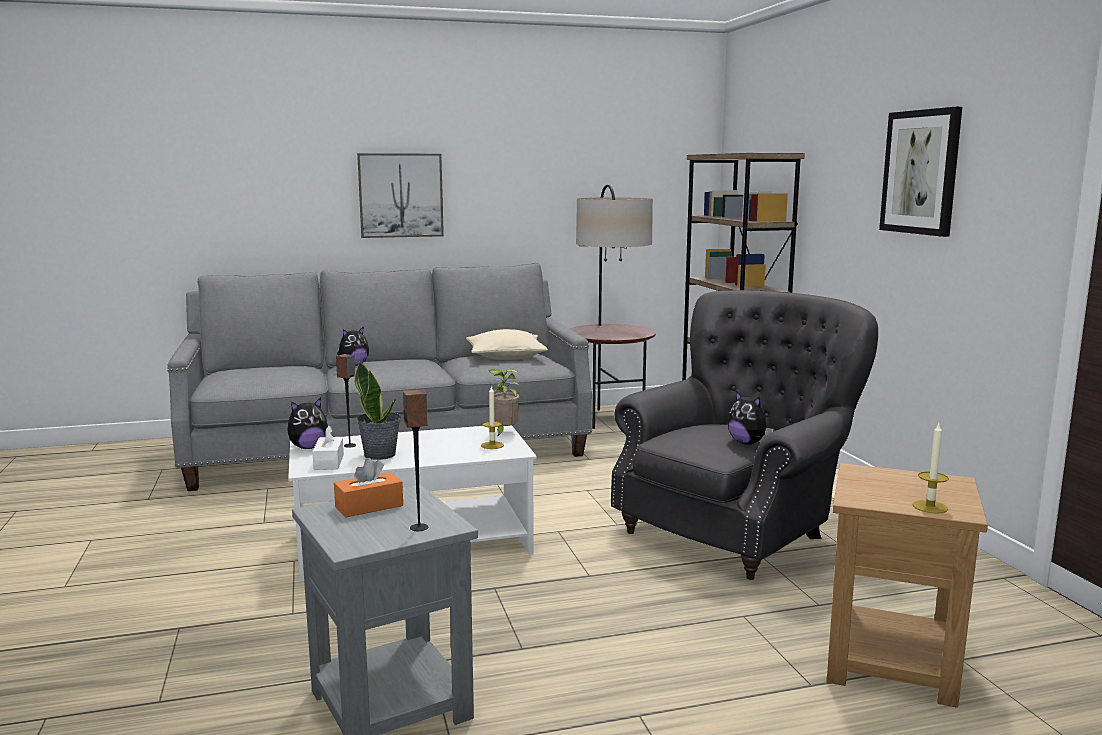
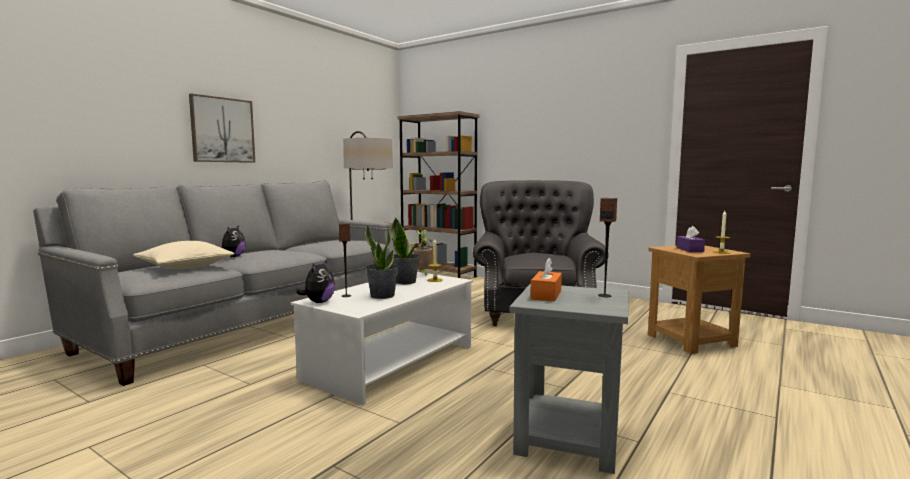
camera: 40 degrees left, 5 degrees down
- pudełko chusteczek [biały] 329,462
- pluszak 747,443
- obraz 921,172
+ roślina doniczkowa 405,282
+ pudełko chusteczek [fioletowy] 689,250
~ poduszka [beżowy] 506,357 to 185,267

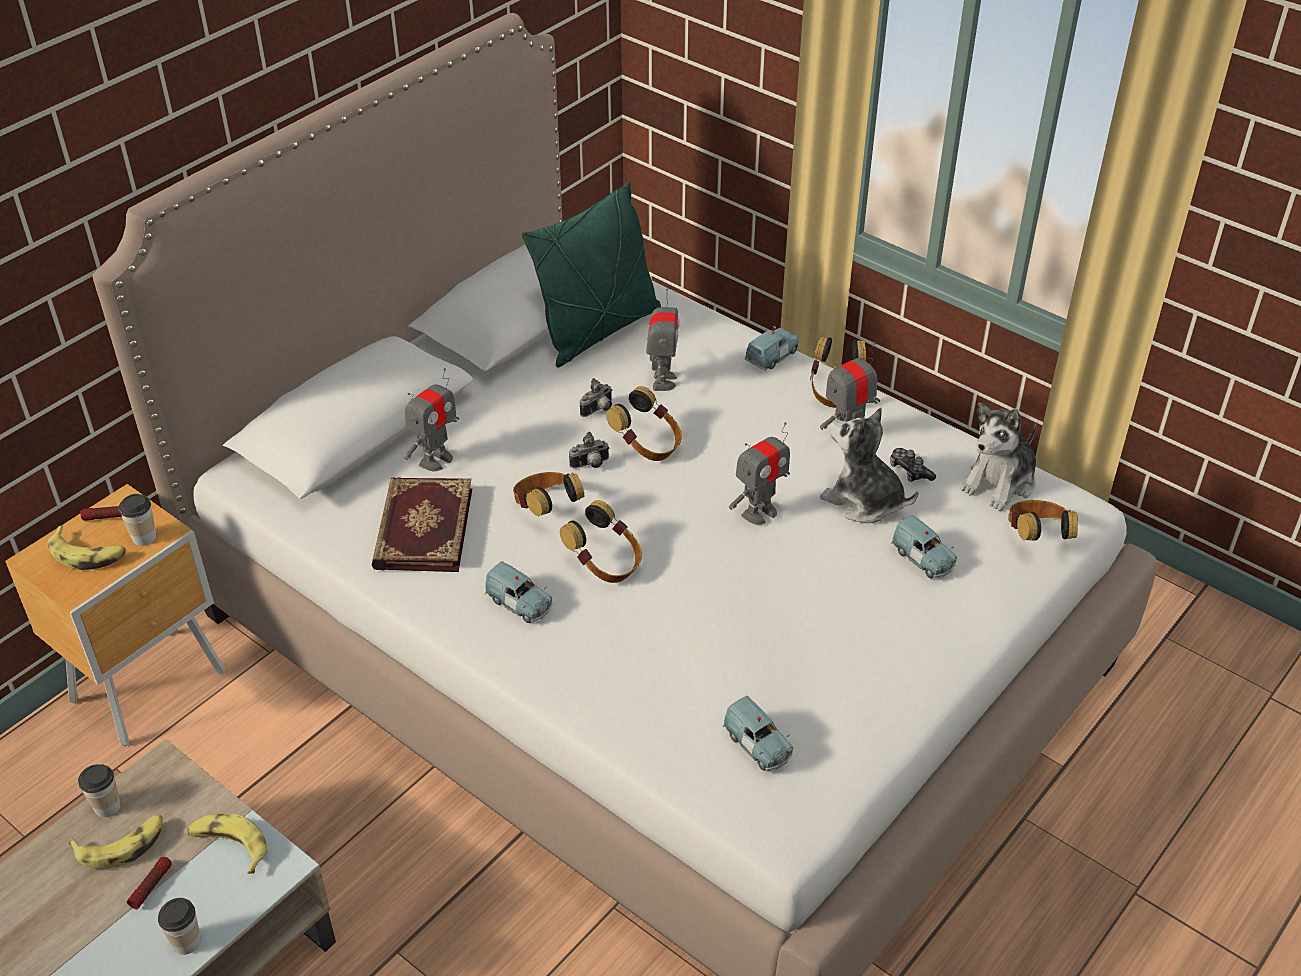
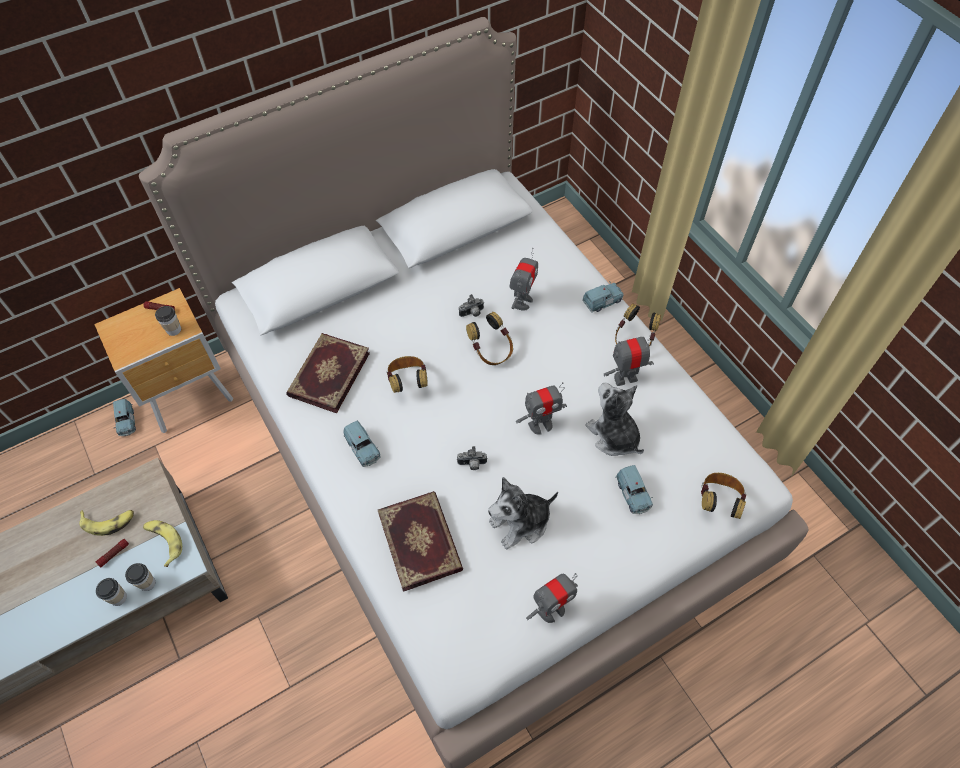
camera: 20 degrees right, 15 degrees up
- banan 88,554
- poduszka [zielony] 598,330
- słuchawki 605,564
- pad do gier 909,471
+ książka 421,541
~ filiżanka 107,807 to 147,583
~ robot zabawkowy 436,460 to 551,609
~ aparat fotograficzny 590,465 to 472,464
~ samochodzik [niebieski] 758,745 to 126,422
~ pluszak 1000,482 to 521,523

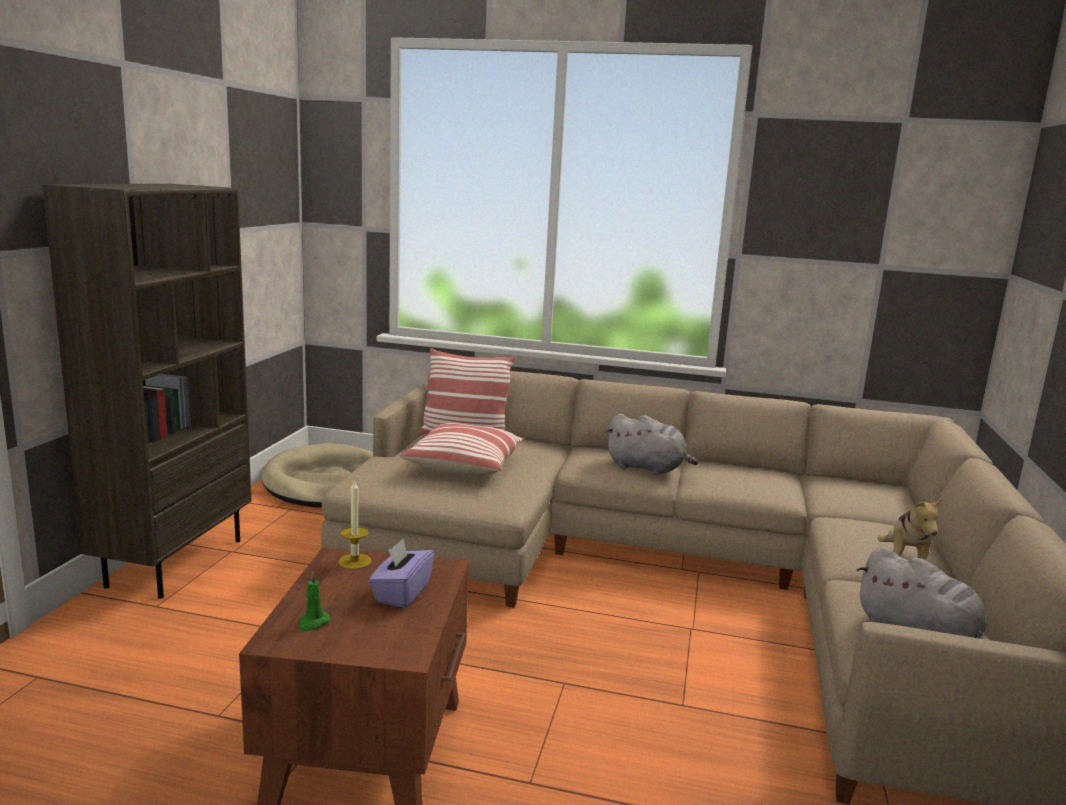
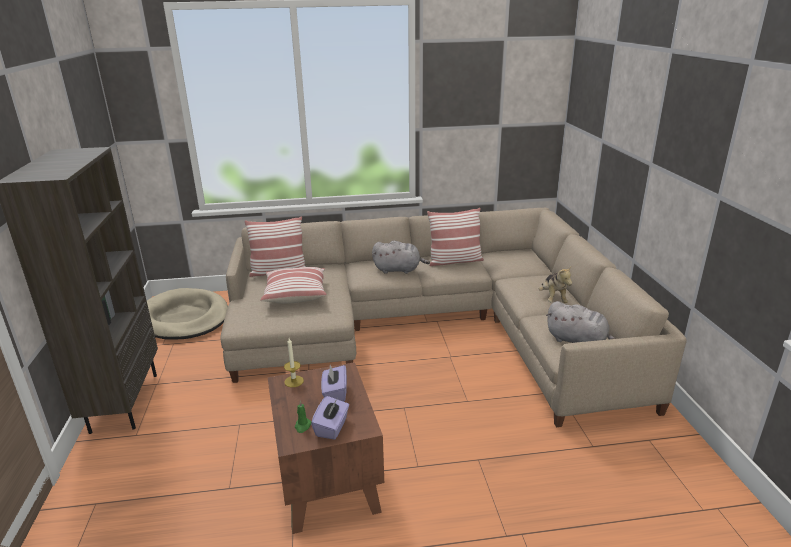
camera: 20 degrees left, 10 degrees up
+ pudełko chusteczek [fioletowy] 332,427
+ poduszka 455,261

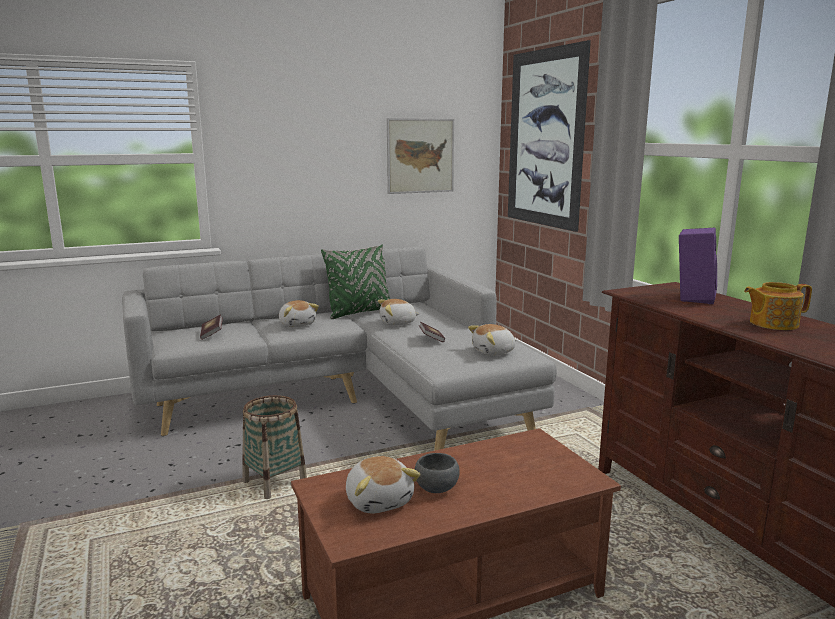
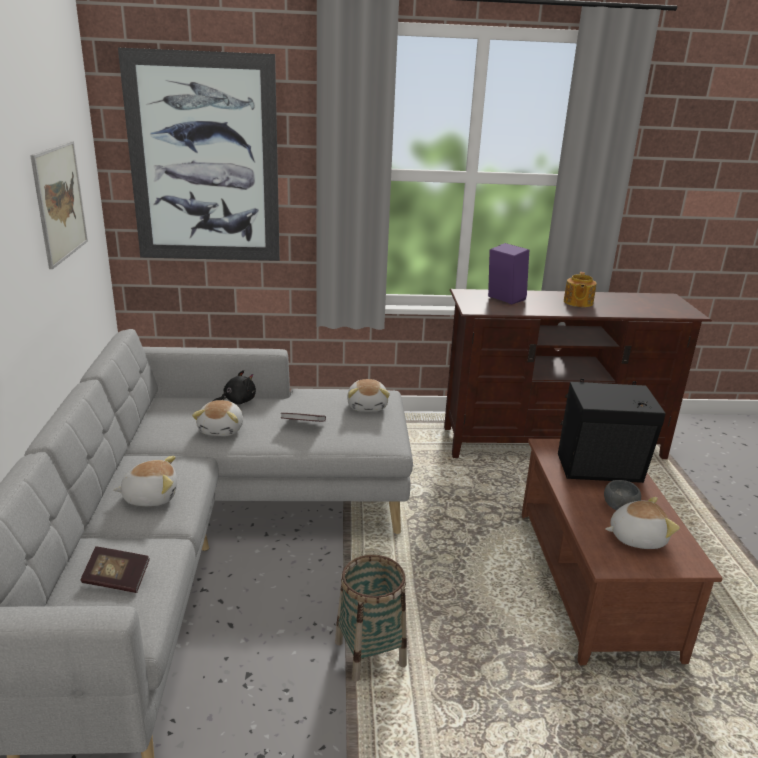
camera: 70 degrees left, 10 degrees up
- poduszka [zielony] 359,312
+ pluszak [czarny] 237,401
+ głośnik [czarny] 602,470

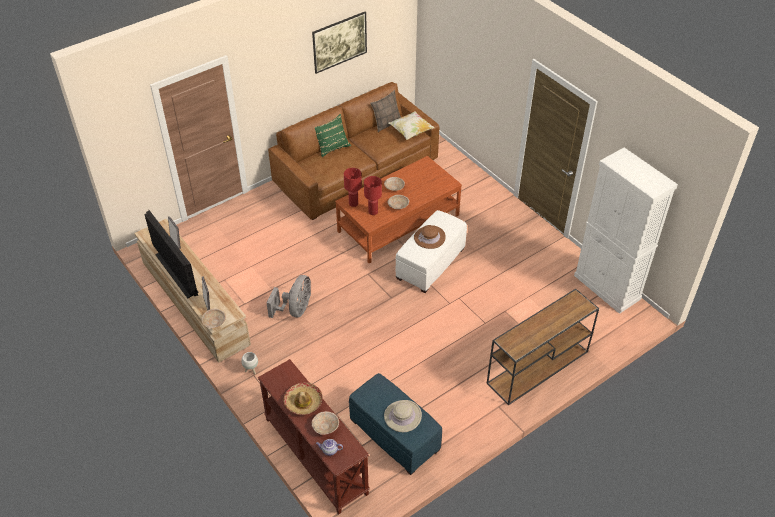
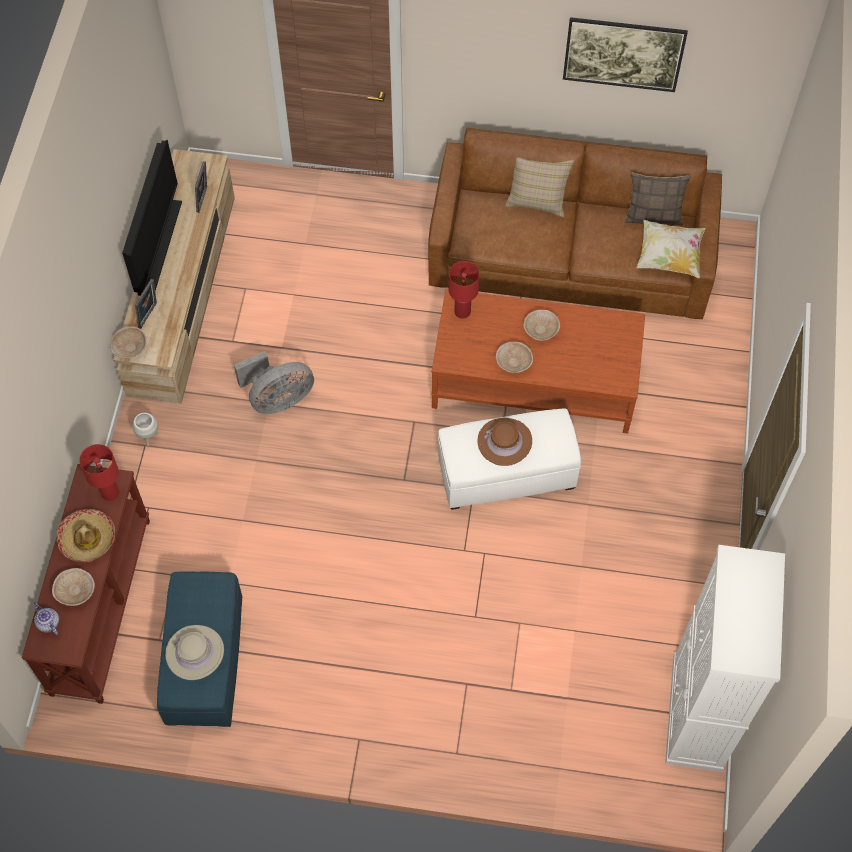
camera: 45 degrees right, 15 degrees up
- stolik konsolowy [brązowy] 537,368
~ lampa stołowa [czerwony] 373,212 to 110,493
~ poduszka [zielony] 332,147 to poduszka [beżowy] 537,199

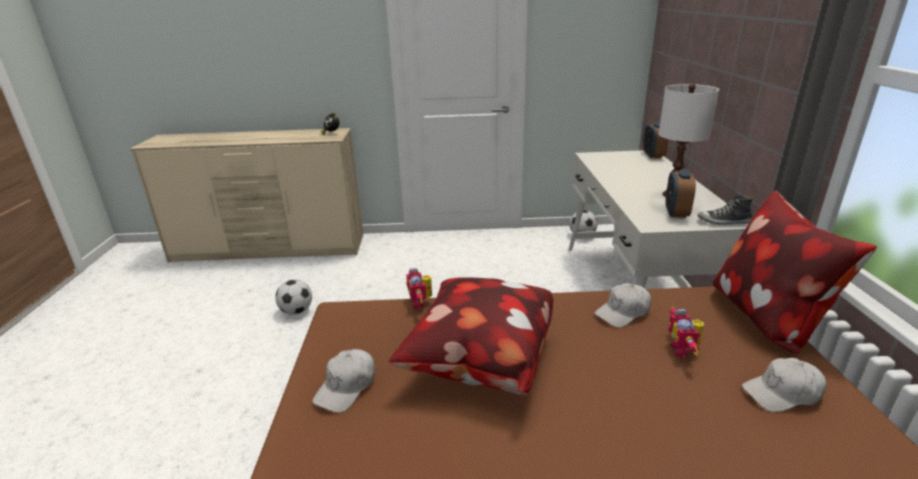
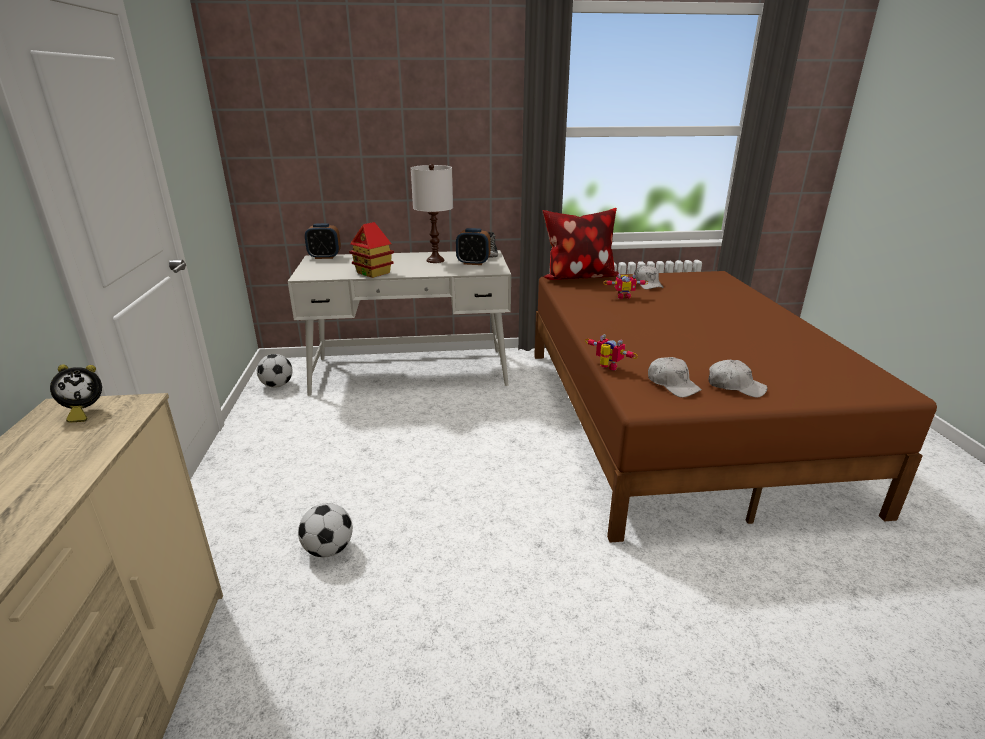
camera: 95 degrees left, 0 degrees up
- poduszka 478,363
+ domek 373,273
~ piłka futbolowa 296,311 to 329,549
~ czapka z daszkiem [biały] 623,312 to 672,384
~ robot zabawkowy 421,303 = 606,368 120 degrees counterclockwise

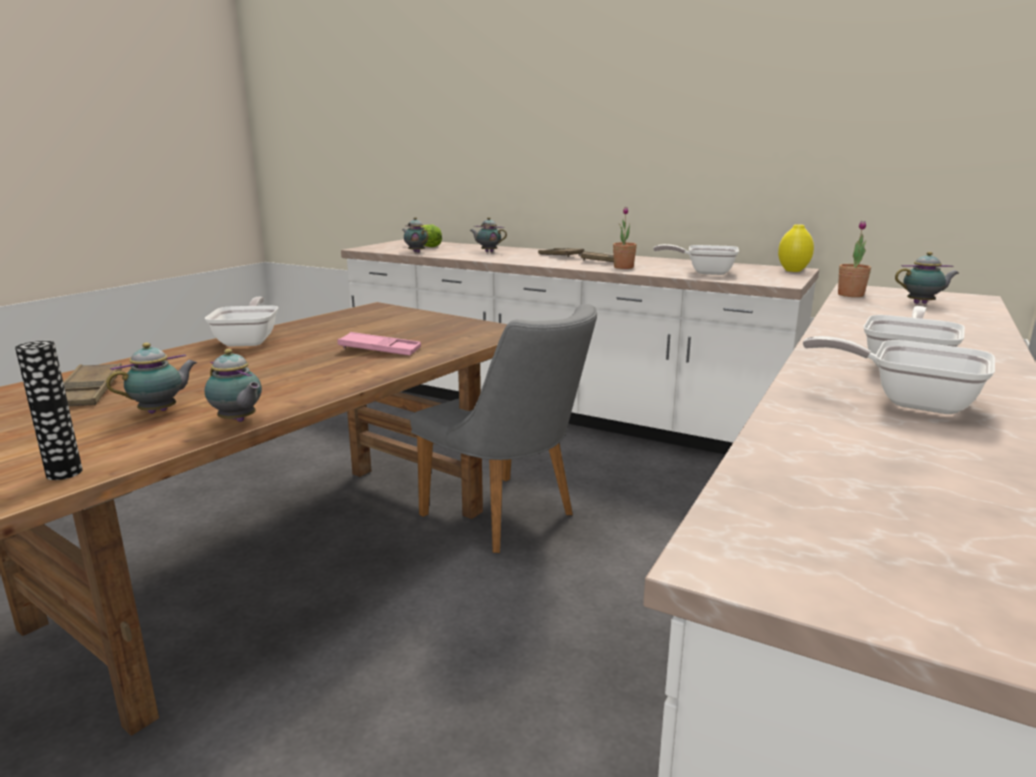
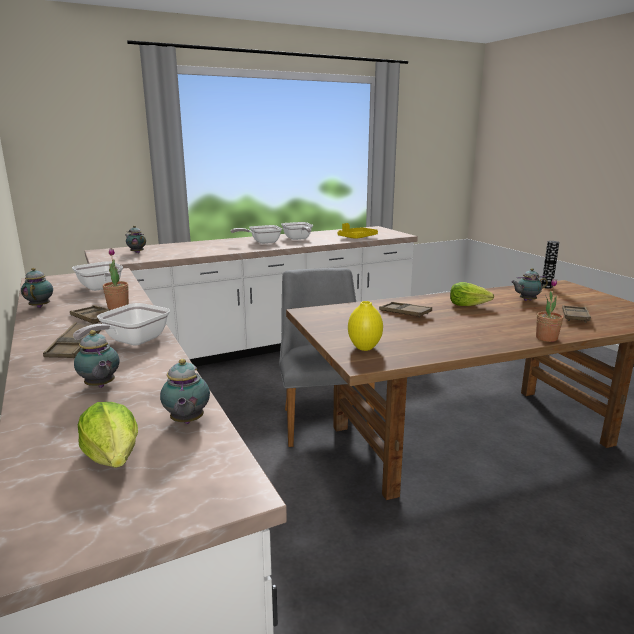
camera: 145 degrees left, 0 degrees up
+ taca [żółty] 357,238
+ sałata 468,305
~ patelnia 249,340 to 130,342
~ imbryk 238,421 to 40,306
~ wazon [żółty] 792,270 to 365,348
~ roślina doniczkowa 850,295 to 546,338
~ taca [różowy] 380,350 to taca [brązowy] 405,313

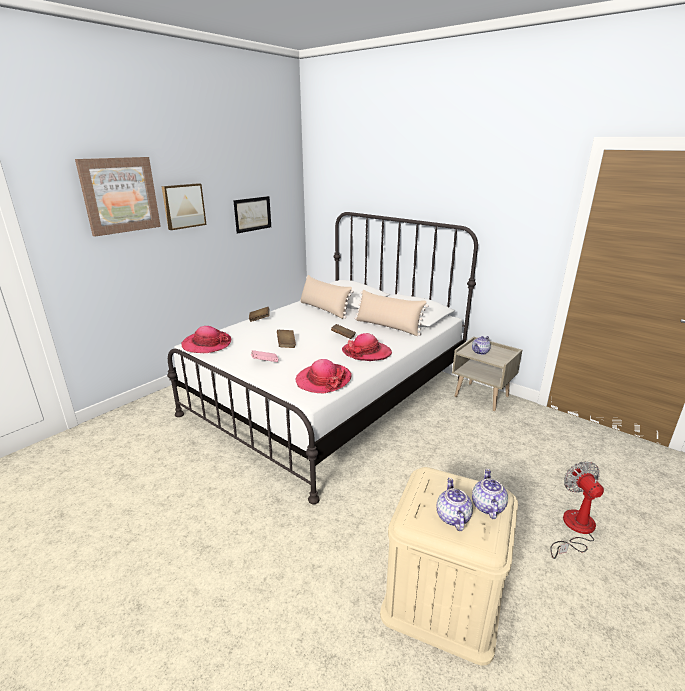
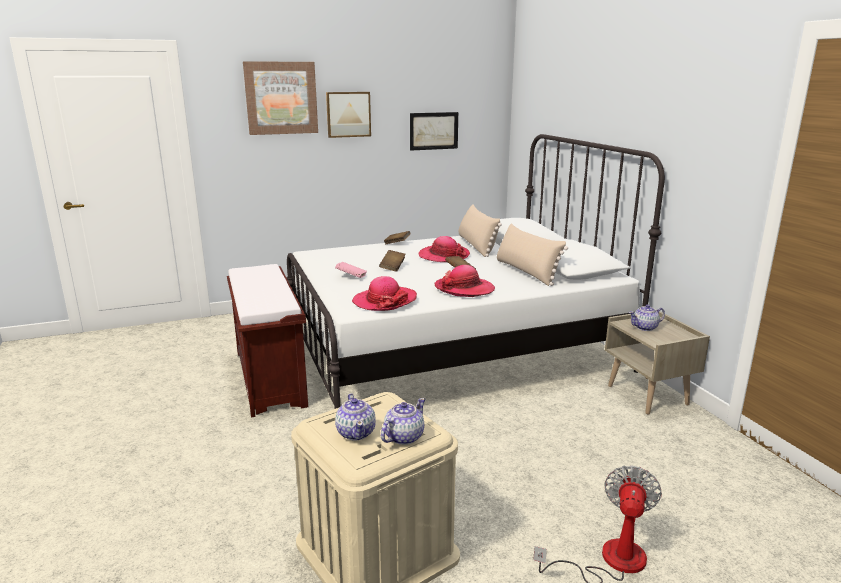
camera: 30 degrees right, 5 degrees down
+ ławka [brązowy] 271,378
~ kapelusz 207,344 to 444,256
~ imbryk 452,517 = 356,432 135 degrees clockwise

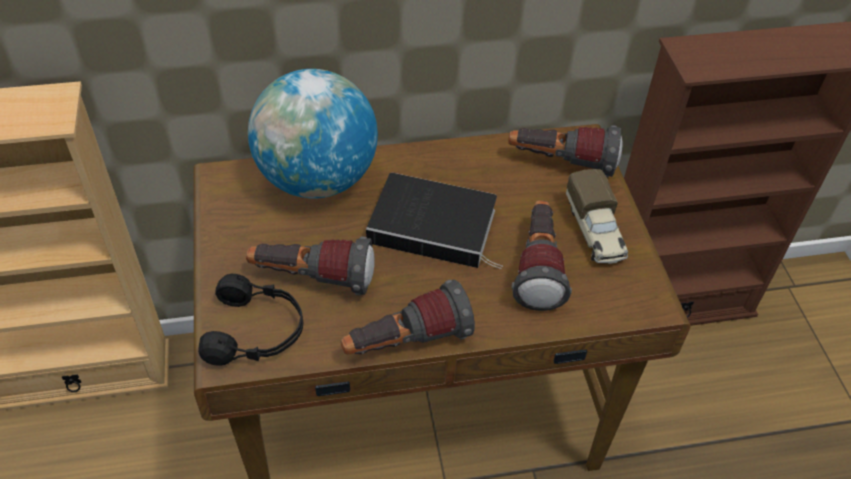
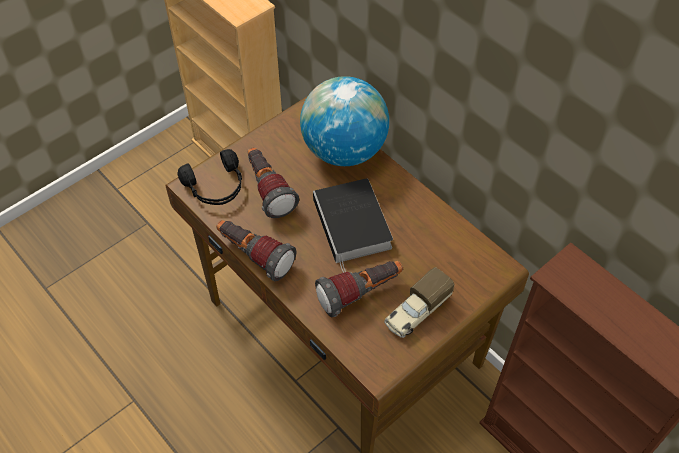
camera: 60 degrees right, 5 degrees up
- latarka 561,163

